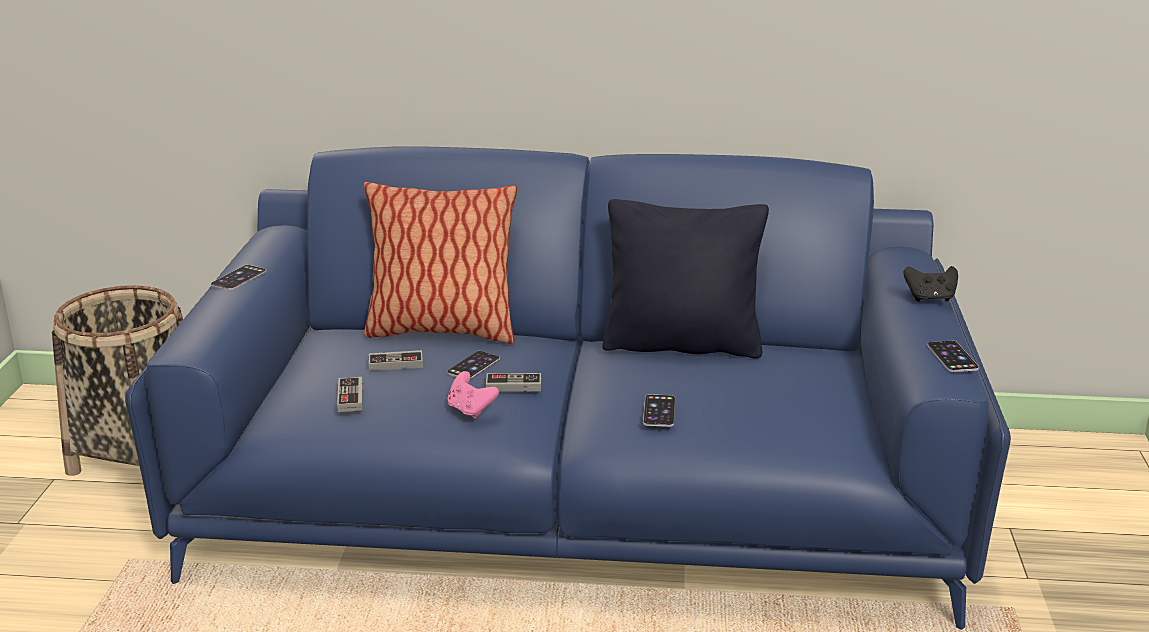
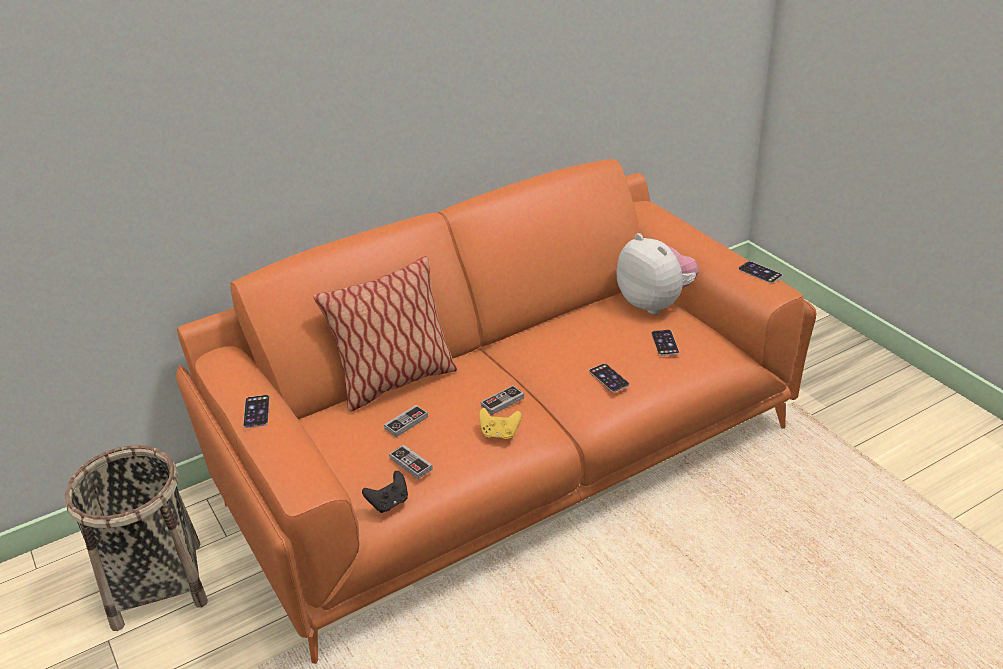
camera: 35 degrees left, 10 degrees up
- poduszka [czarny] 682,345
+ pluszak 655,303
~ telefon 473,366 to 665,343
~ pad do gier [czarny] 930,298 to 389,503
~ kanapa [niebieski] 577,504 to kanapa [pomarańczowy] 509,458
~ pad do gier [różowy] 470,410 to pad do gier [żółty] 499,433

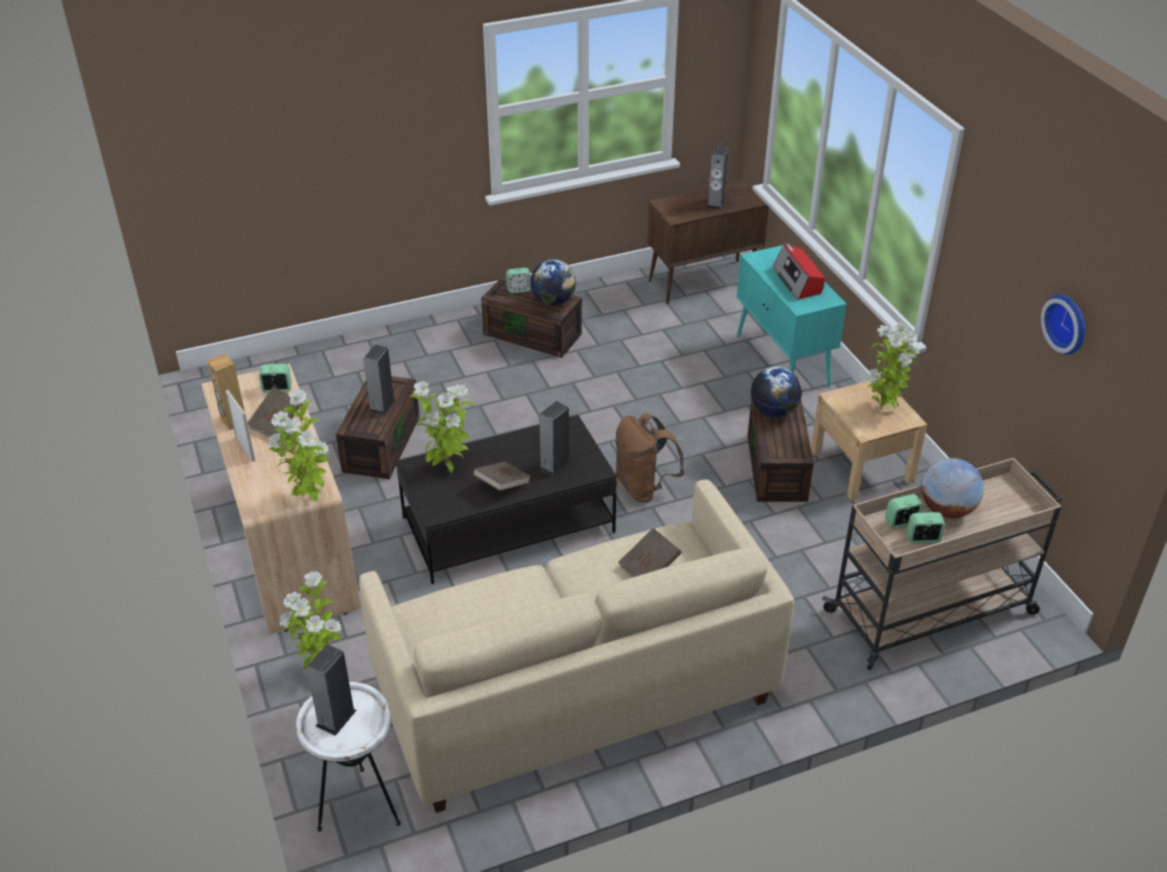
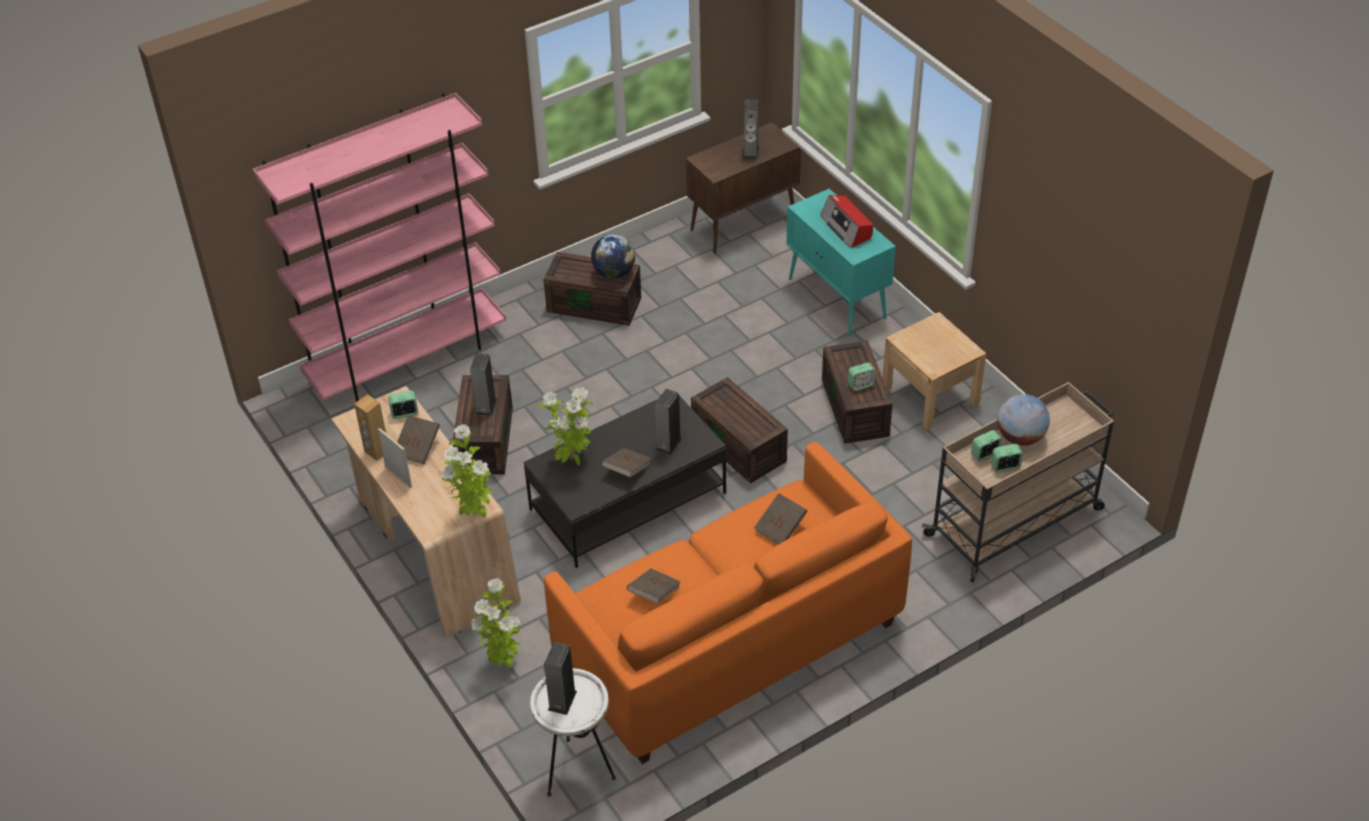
camera: 10 degrees left, 5 degrees up
- globus 774,411
- roślina doniczkowa 882,409
- zegar ścienny 1068,323
+ regał [różowy] 407,359
+ książka [brązowy] 654,593
~ budzik 518,289 to 861,384
~ plecak [brązowy] 644,487 to pojemnik do przechowywania [brązowy] 740,446
~ kanapa [beżowy] 574,690 to kanapa [pomarańczowy] 728,642

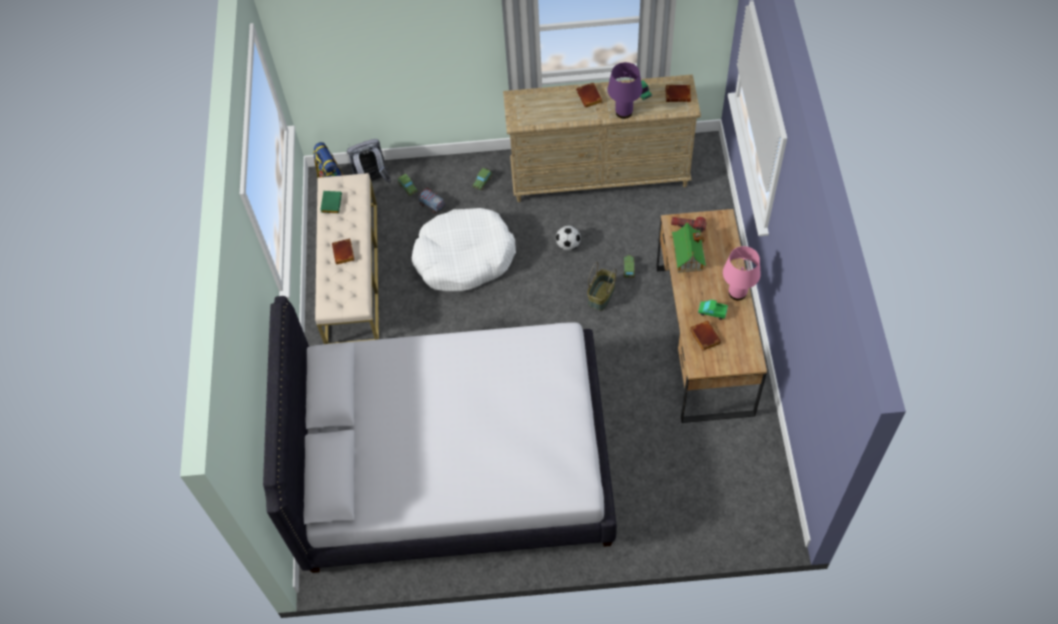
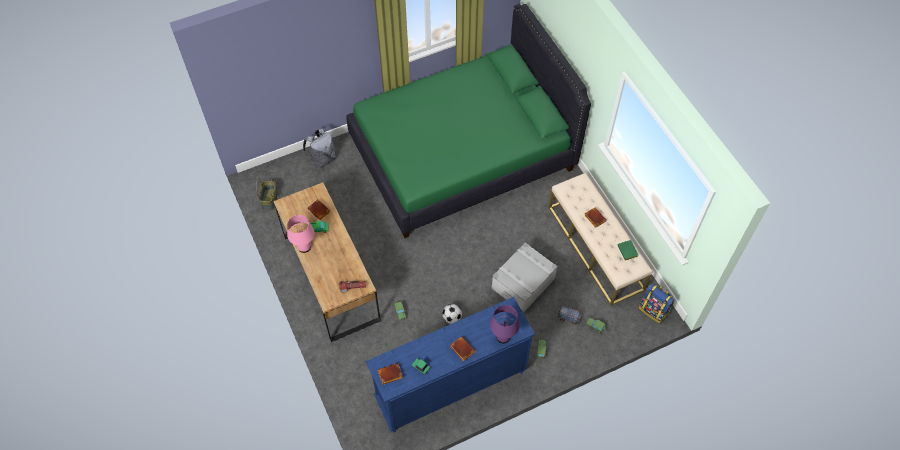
camera: 155 degrees right, 0 degrees up
- domek 687,255
~ plecak [szary] 372,181 to 322,159
~ koszyk 601,296 to 269,199
~ lampa stołowa [fioletowy] 623,112 to 503,337
~ legowisko [biały] 464,257 to pojemnik do przechowywania [szary] 523,284
~ łóżko [biały] 455,462 to łóżko [zielony] 462,153
~ komoda [beżowy] 600,177 to komoda [niebieski] 450,386

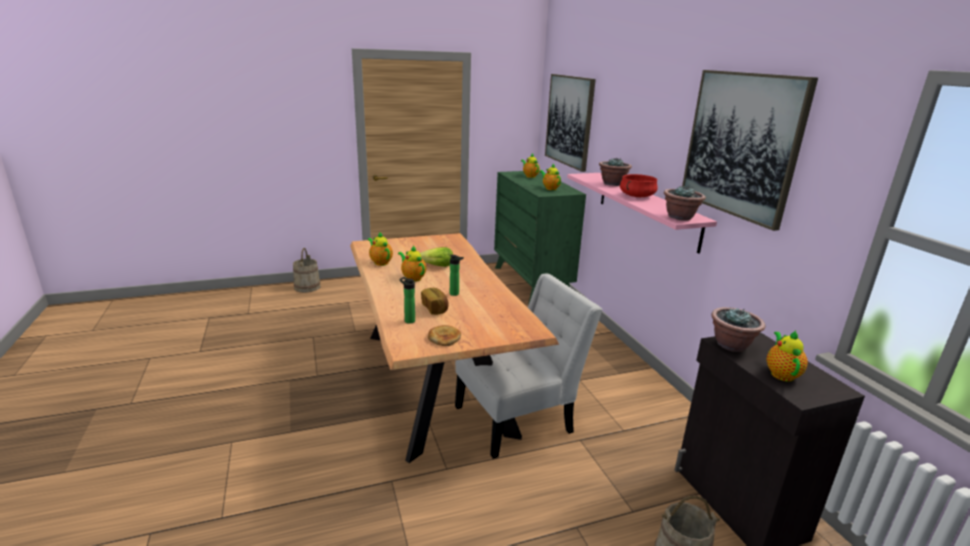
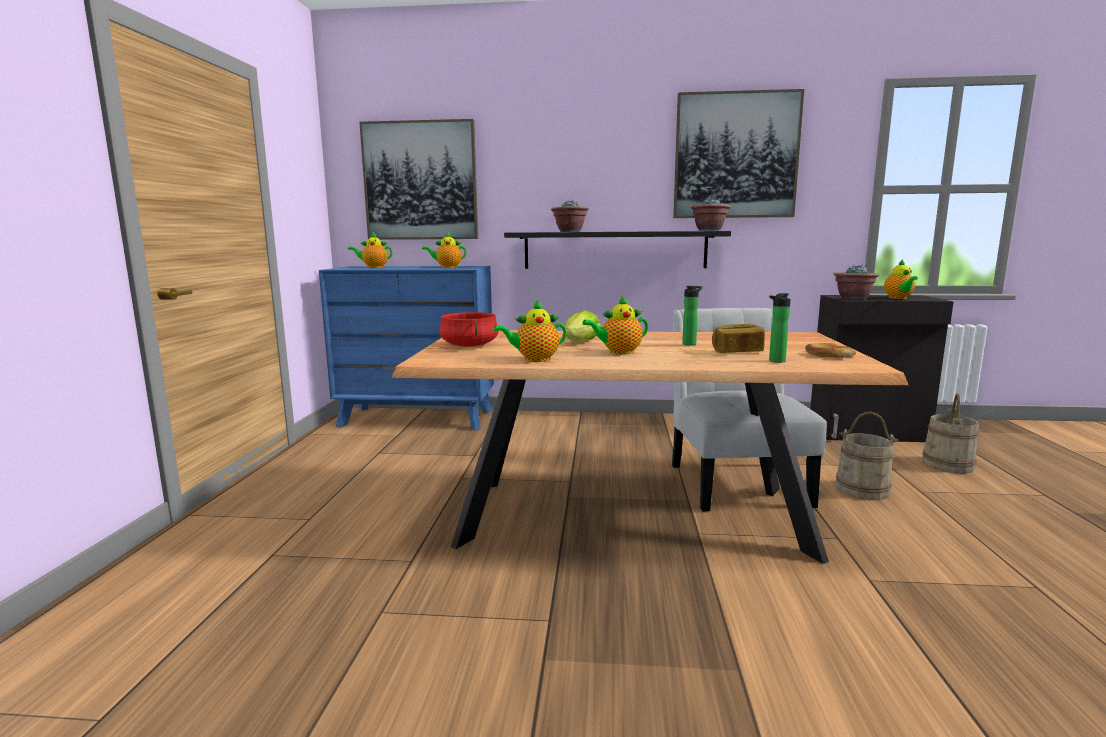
camera: 65 degrees left, 10 degrees down
~ wiadro [beżowy] 307,287 to 862,489
~ garnek [czerwony] 637,196 to 470,346
~ komoda [zielony] 531,282 to komoda [niebieski] 417,418
~ półka [różowy] 646,209 to półka [czarny] 614,250
~ imbryk 781,373 = 898,298 120 degrees counterclockwise

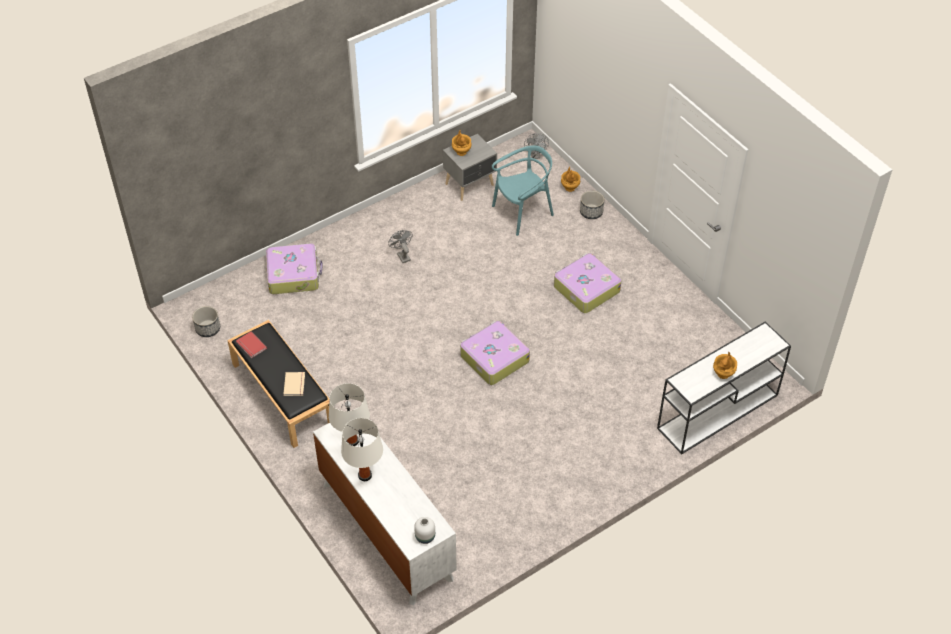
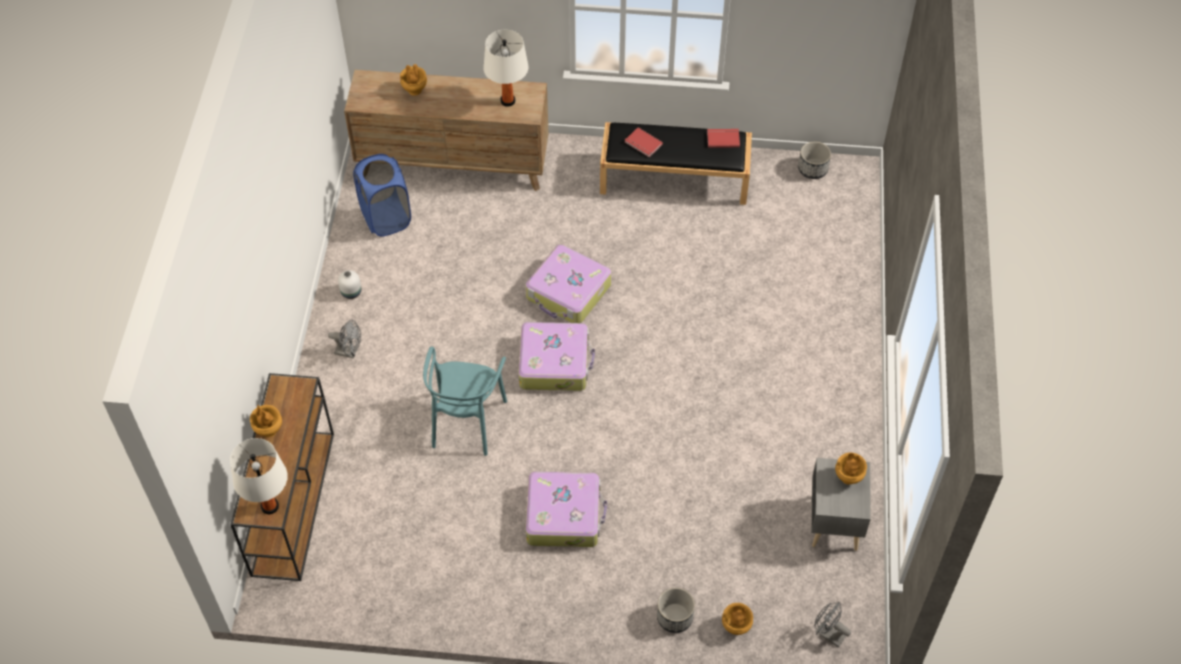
camera: 130 degrees right, 5 degrees up
+ kosz na pranie [niebieski] 386,218
+ wazon [brązowy] 414,90
~ walizka 294,274 to 568,292
~ lampa stołowa [biały] 364,475 to 270,506
~ wentylator [szary] 402,255 to 349,352
~ wazon [biały] 425,536 to 350,292
~ krzesło [turkusowy] 523,212 to 466,422
~ książka [beżowy] 295,384 to książka [czerwony] 643,144
~ komoda [biały] 386,530 to komoda [brązowy] 453,163
~ stolik konsolowy [biały] 717,412 to stolik konsolowy [brązowy] 293,501

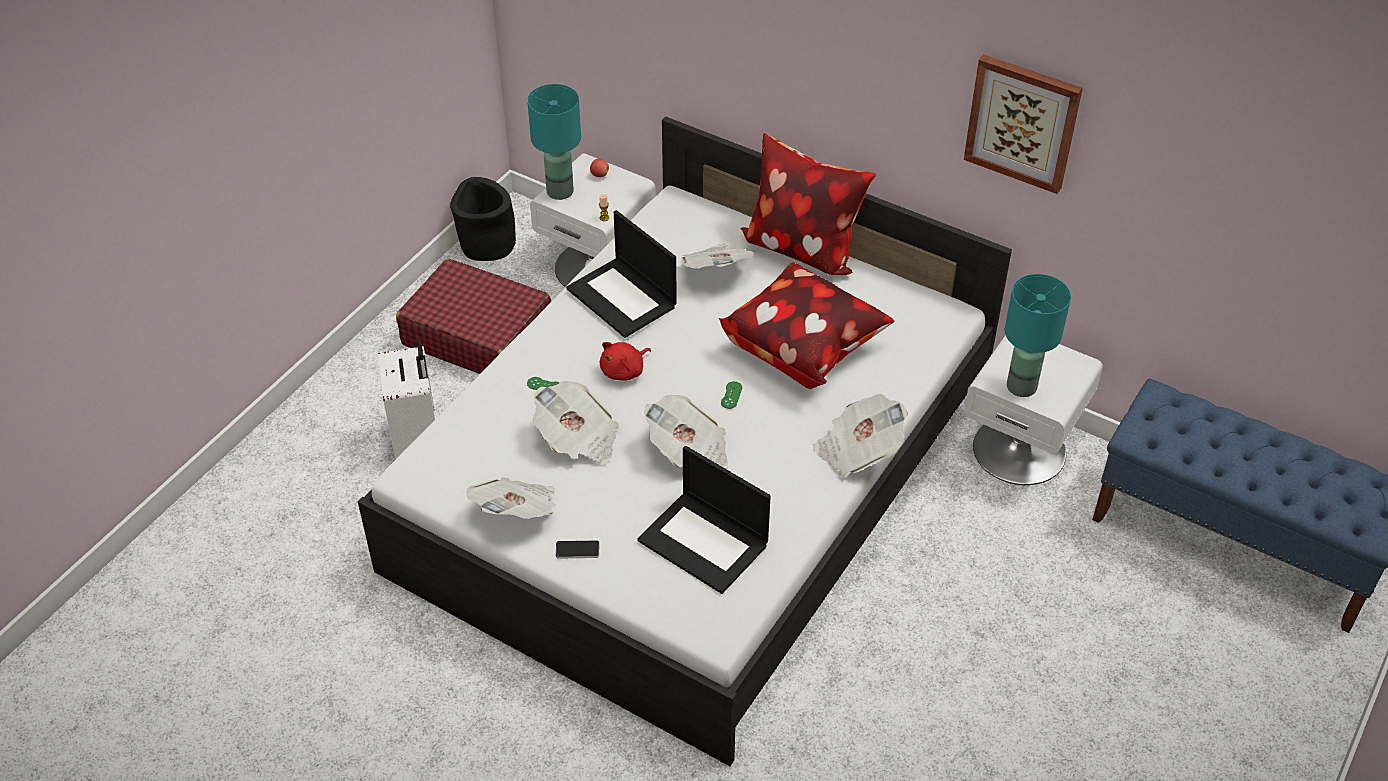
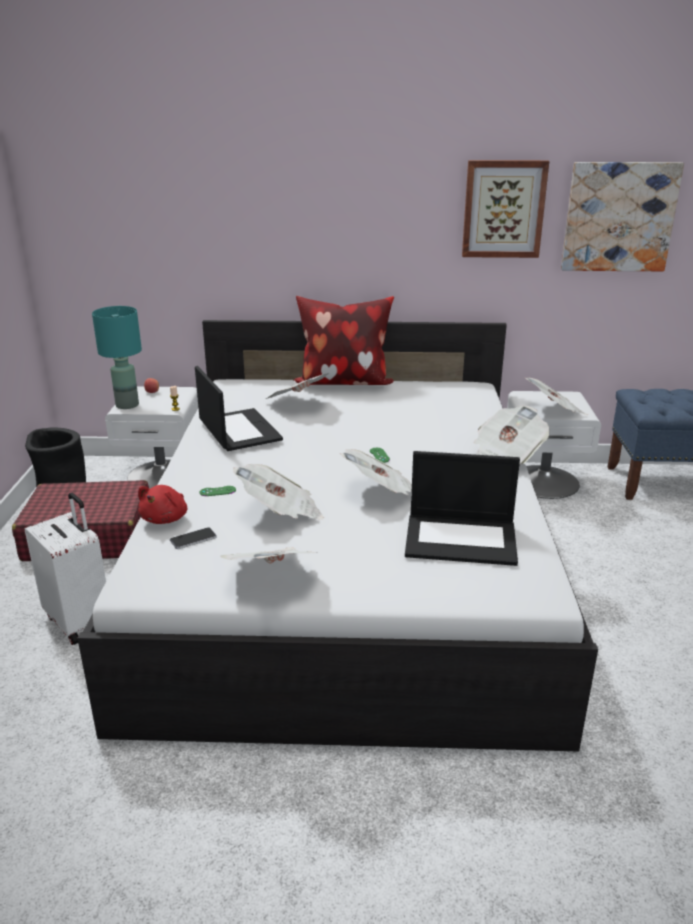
camera: 30 degrees left, 20 degrees down
- poduszka 803,348
+ obraz 619,217
~ telefon 577,550 to 193,539
~ pluszak [czerwony] 624,371 to 166,518
~ lampa stołowa [turkusowy] 1022,387 to gazeta 554,412
~ laptop 623,298 = 238,430 135 degrees counterclockwise

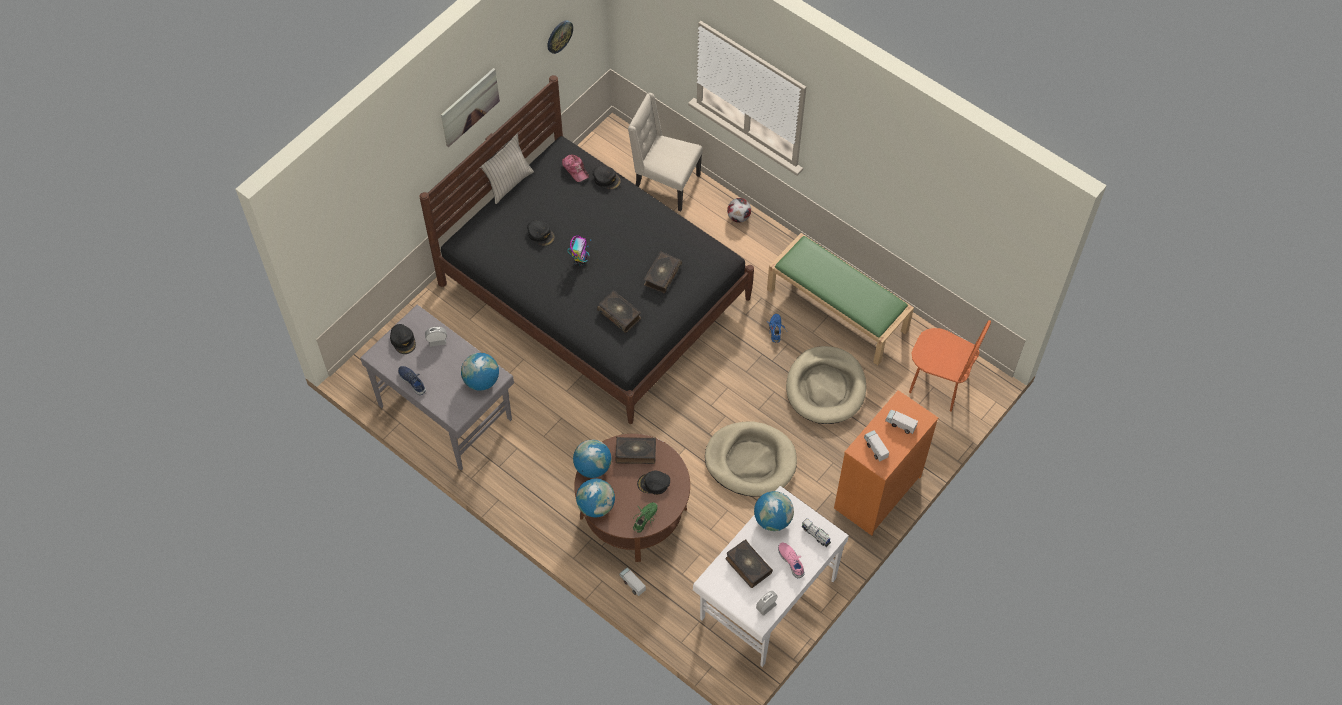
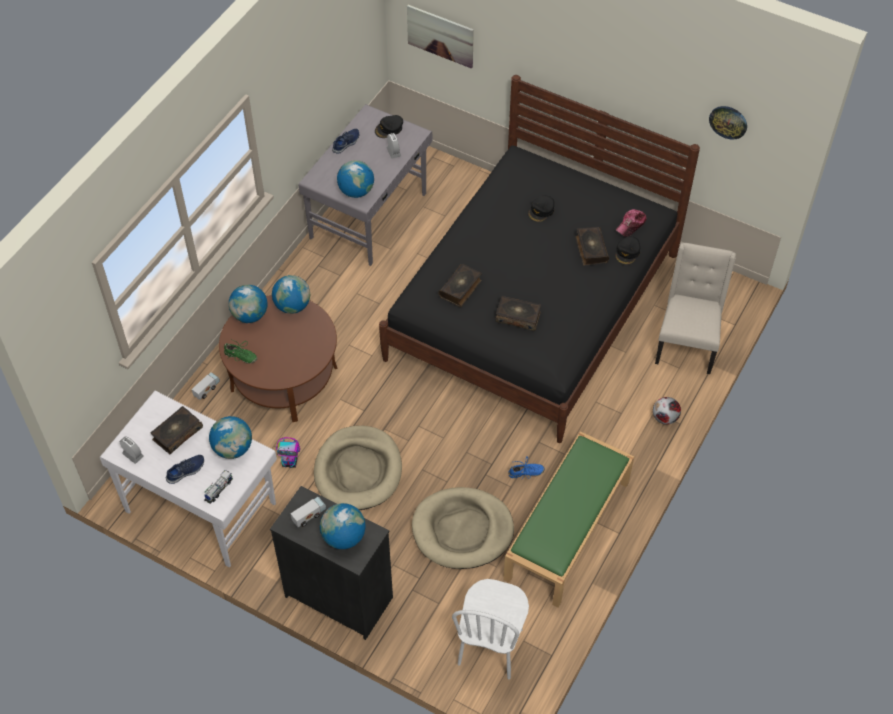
camera: 80 degrees right, 5 degrees down
- poduszka [beżowy] 508,183
- czapka z daszkiem [czarny] 653,484
~ obraz 469,107 to 440,35
~ robot zabawkowy 580,260 to 290,462
~ książka 635,453 to 591,249
~ ciężarówka zabawkowa 900,424 to globus 343,537
~ but [różowy] 791,561 to but [niebieski] 186,471
~ komoda [pomarańczowy] 877,492 to komoda [czarny] 339,596
~ krzesło [pomarańczowy] 938,385 to krzesło [biały] 490,647

